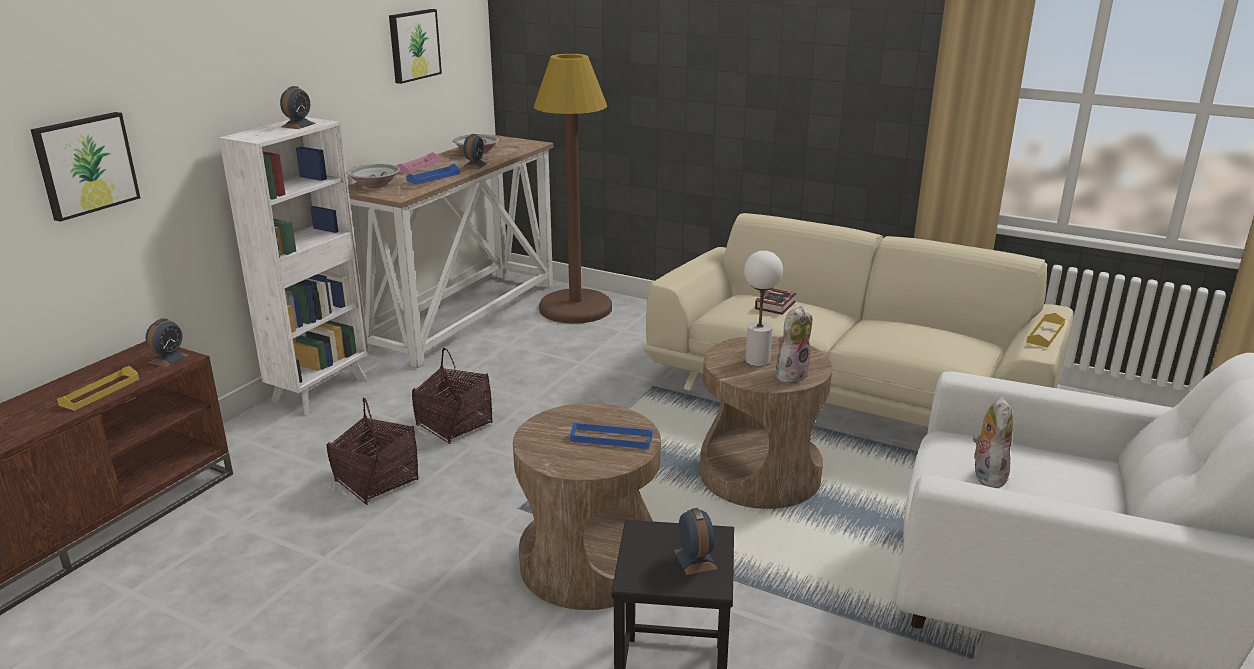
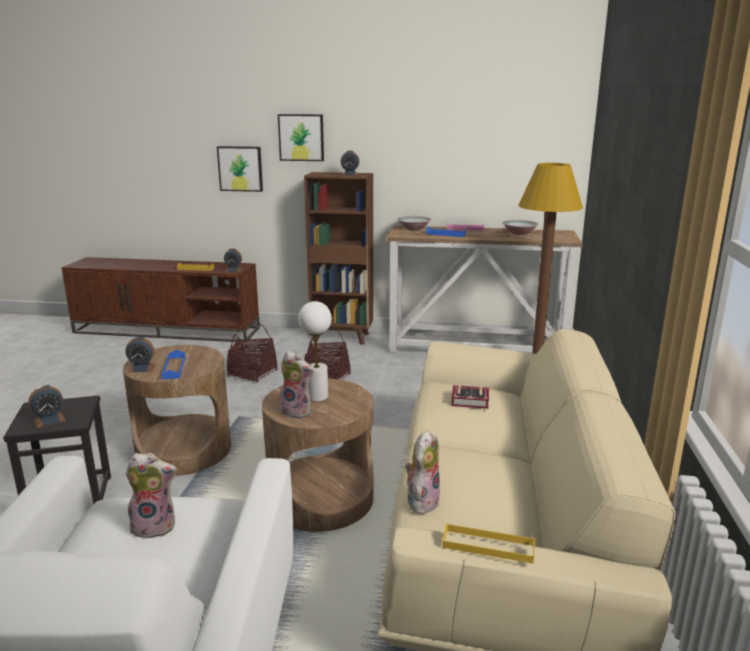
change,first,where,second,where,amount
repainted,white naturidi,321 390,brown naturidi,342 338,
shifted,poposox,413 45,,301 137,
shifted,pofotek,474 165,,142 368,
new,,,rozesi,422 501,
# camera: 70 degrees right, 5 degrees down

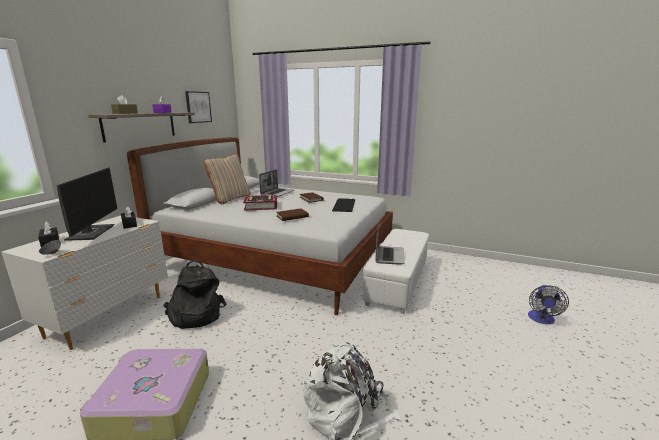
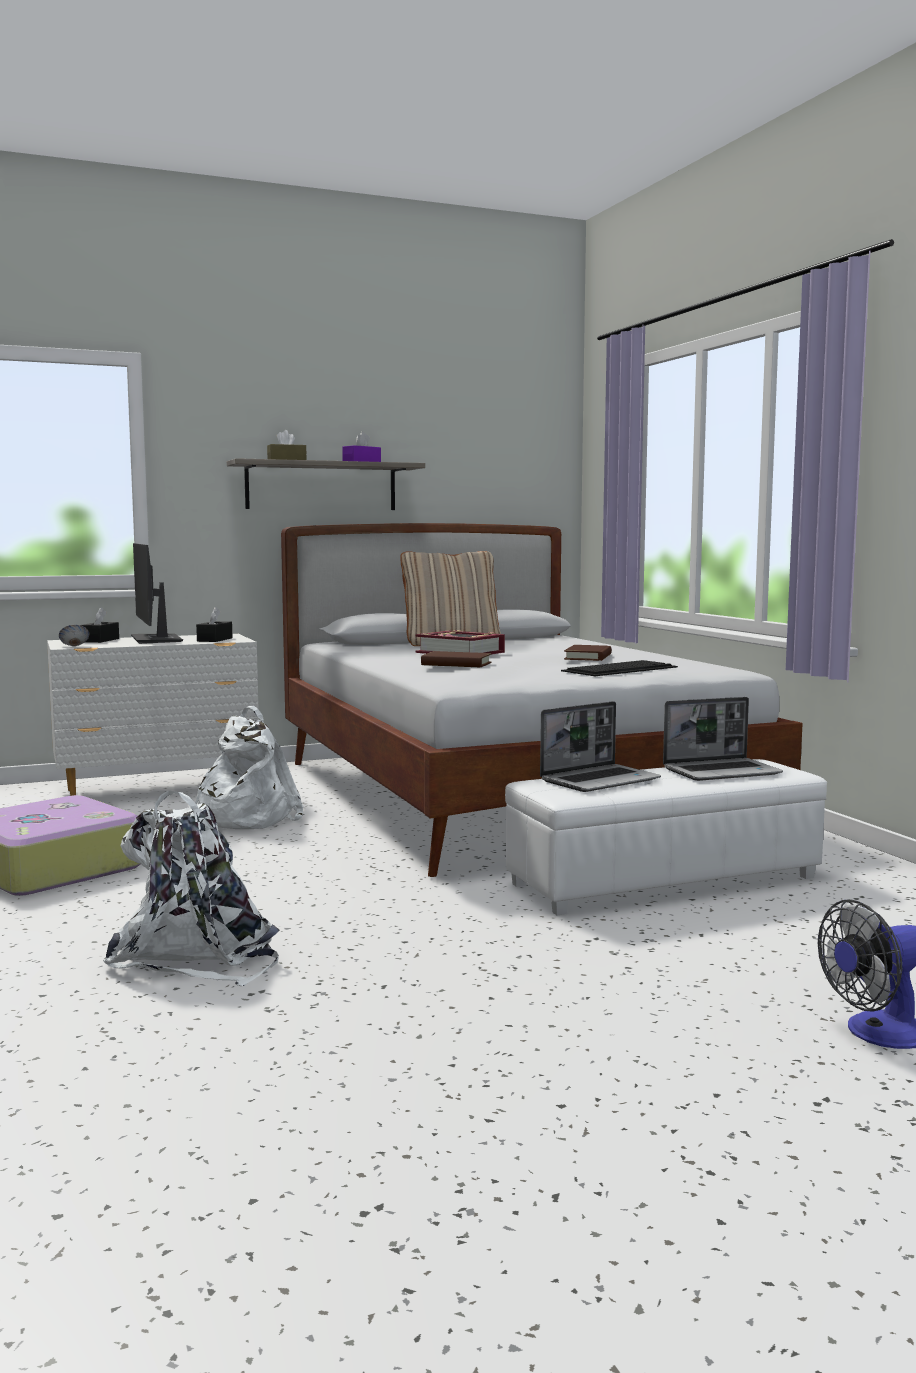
change,first,where,second,where,amount
rotated,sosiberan,91 232,,157 640,120 degrees clockwise
repainted,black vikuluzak,195 315,white vikuluzak,244 817,
gone,poposox,198 107,,,
shifted,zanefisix,277 193,,722 772,
# camera: 45 degrees right, 10 degrees down

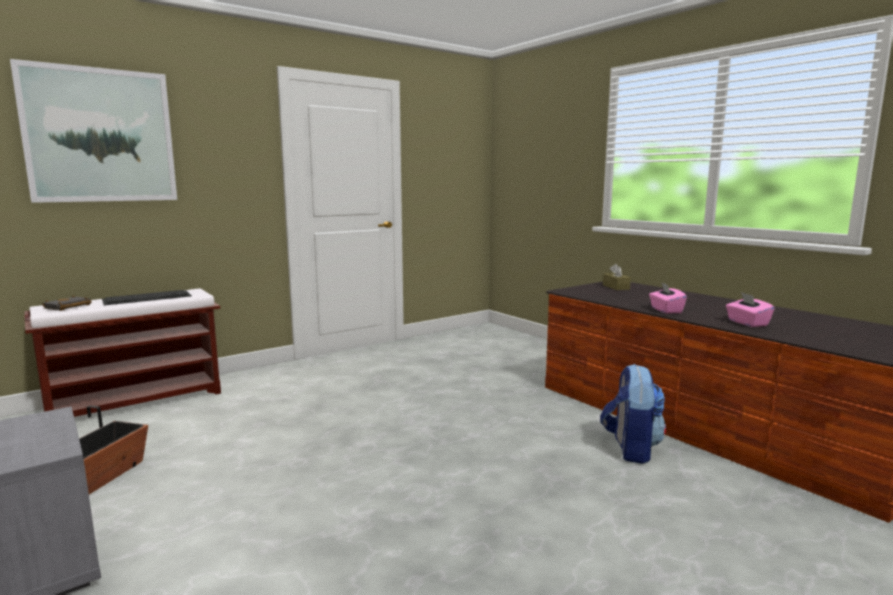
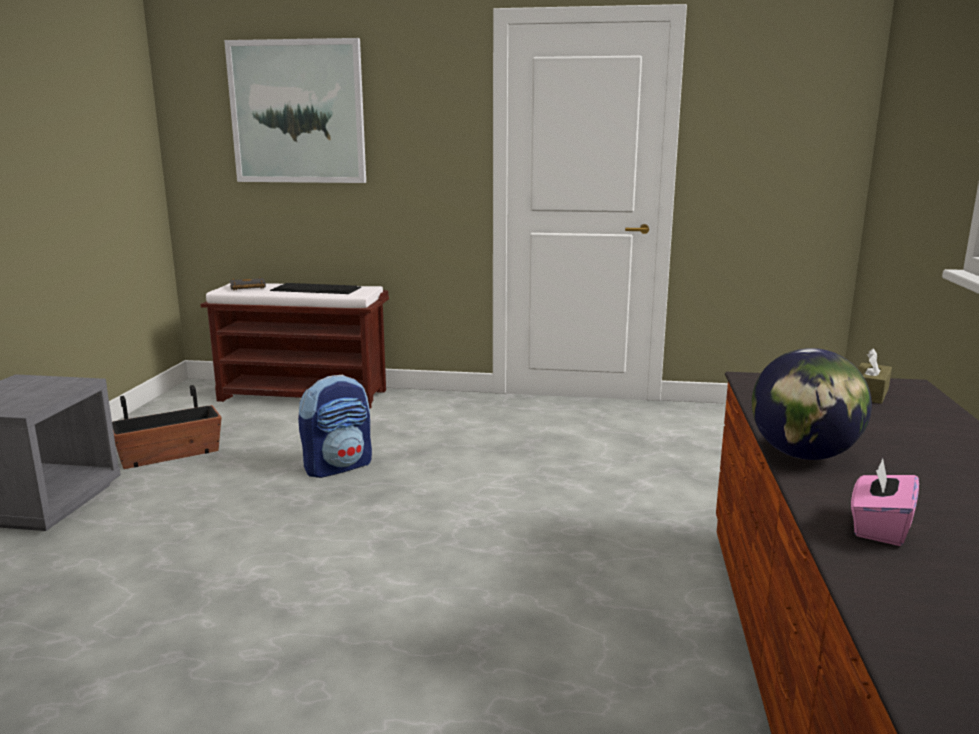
change,first,where,second,where,amount
shifted,vikuluzak,630 449,,338 466,
swapped,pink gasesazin,665 310,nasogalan,803 455,
# camera: 45 degrees right, 5 degrees up

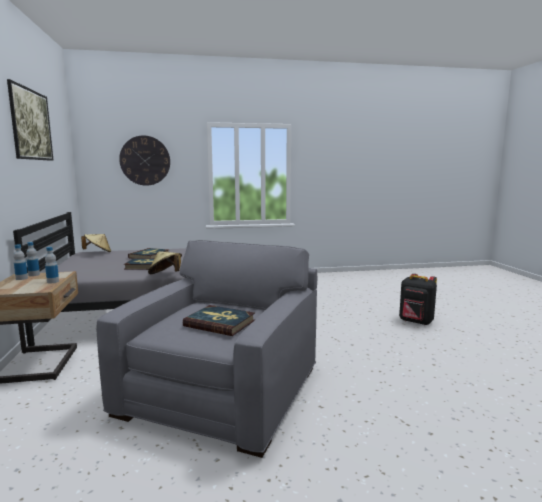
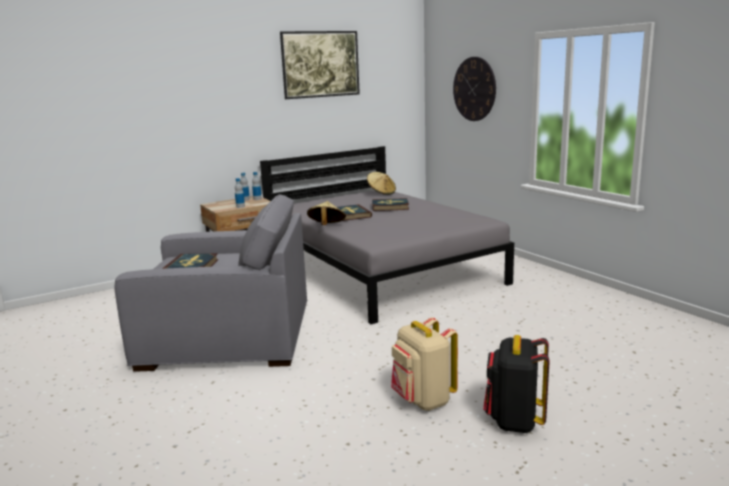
change,first,where,second,where,amount
new,,,beige vikuluzak,422 401,
# camera: 70 degrees right, 5 degrees up

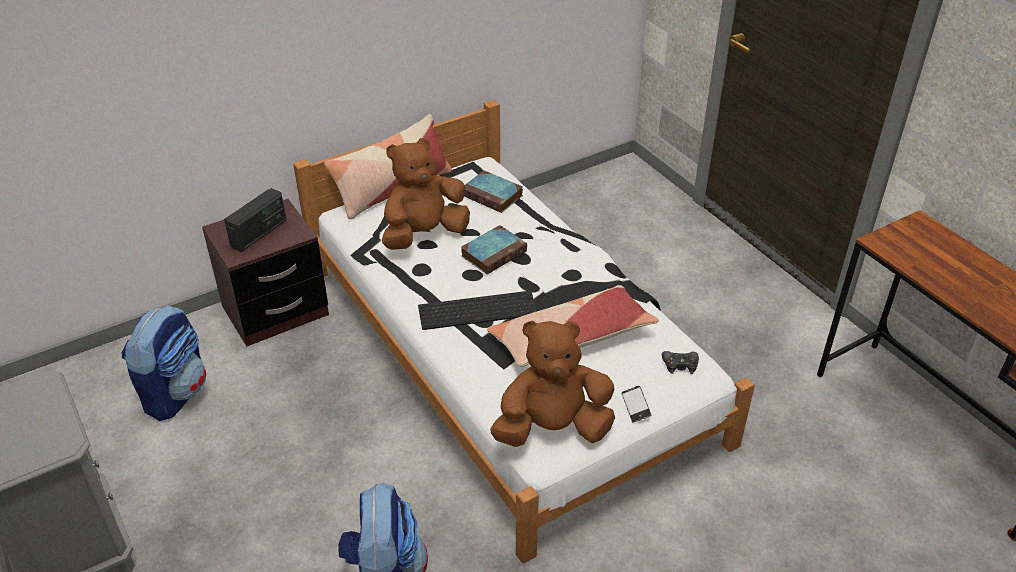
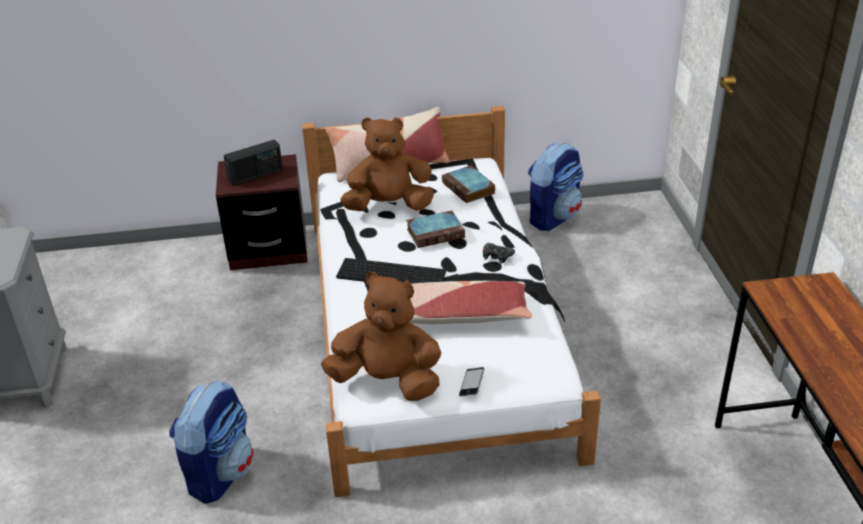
change,first,where,second,where,amount
shifted,vikuluzak,175 393,,553 217,
shifted,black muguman,680 365,,497 256,
# camera: 25 degrees right, 5 degrees down

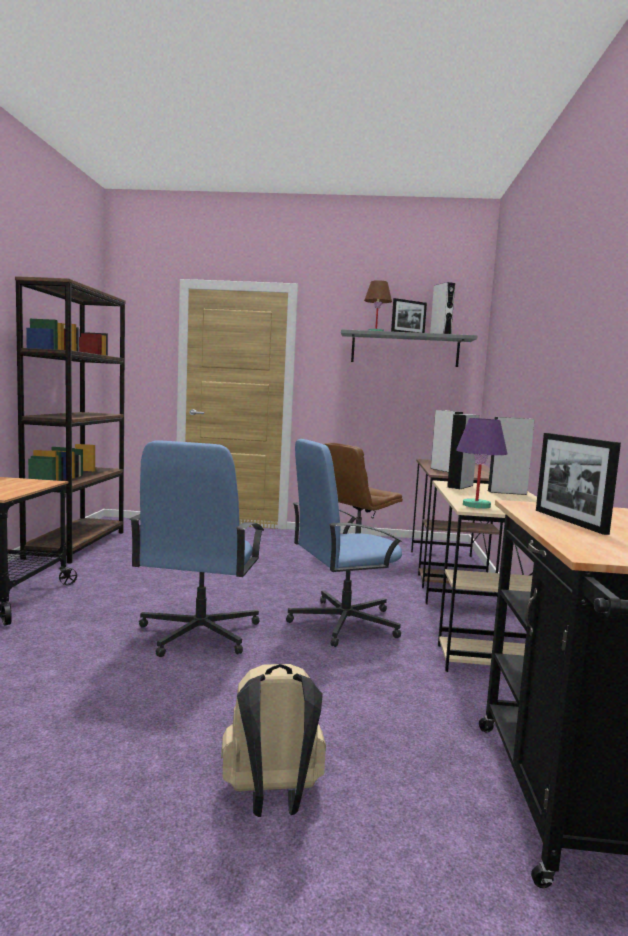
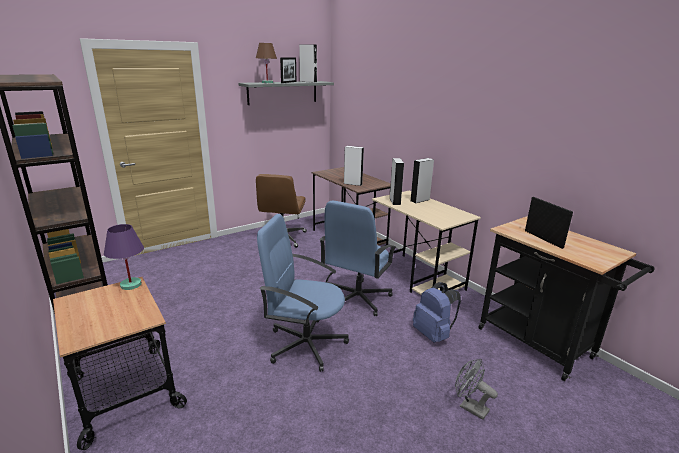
change,first,where,second,where,amount
rotated,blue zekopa,198 633,,305 344,135 degrees clockwise
swapped,beige vikuluzak,272 798,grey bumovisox,469 407,
shifted,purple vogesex,477 505,,131 284,
rotated,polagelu,569 521,,543 239,150 degrees counterclockwise
new,,,blue vikuluzak,433 334,
# camera: 40 degrees left, 15 degrees up

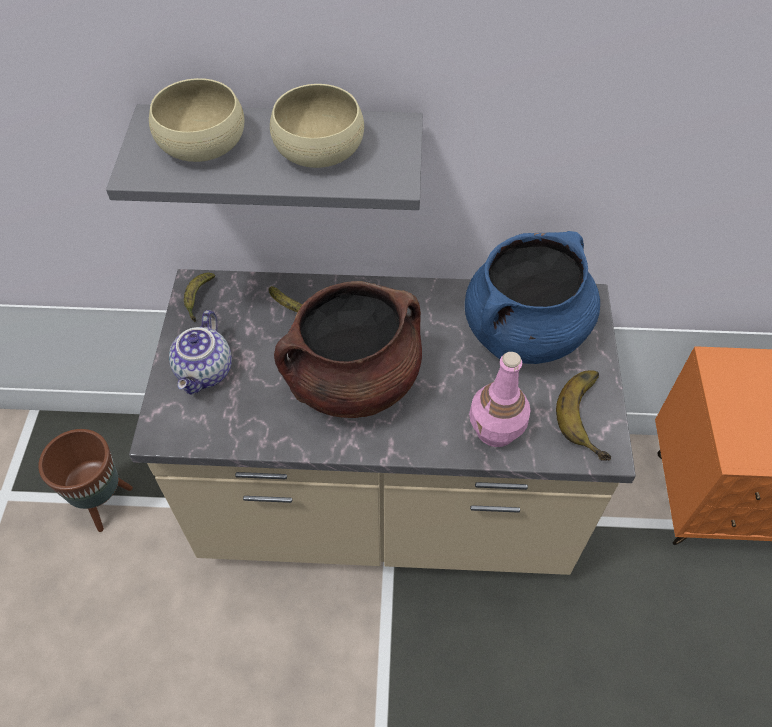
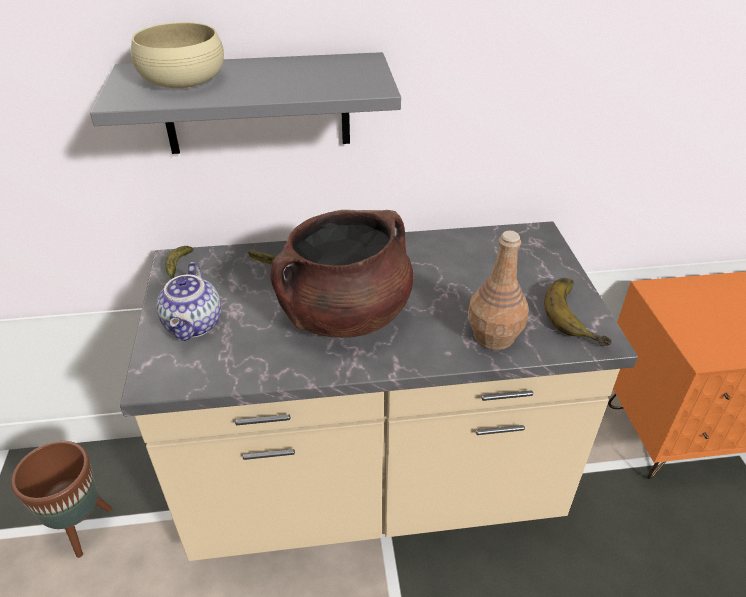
change,first,where,second,where,amount
gone,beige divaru,319 148,,,
gone,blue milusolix,524 331,,,
repainted,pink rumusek,496 430,brown rumusek,494 336,
# camera: 10 degrees left, 15 degrees down

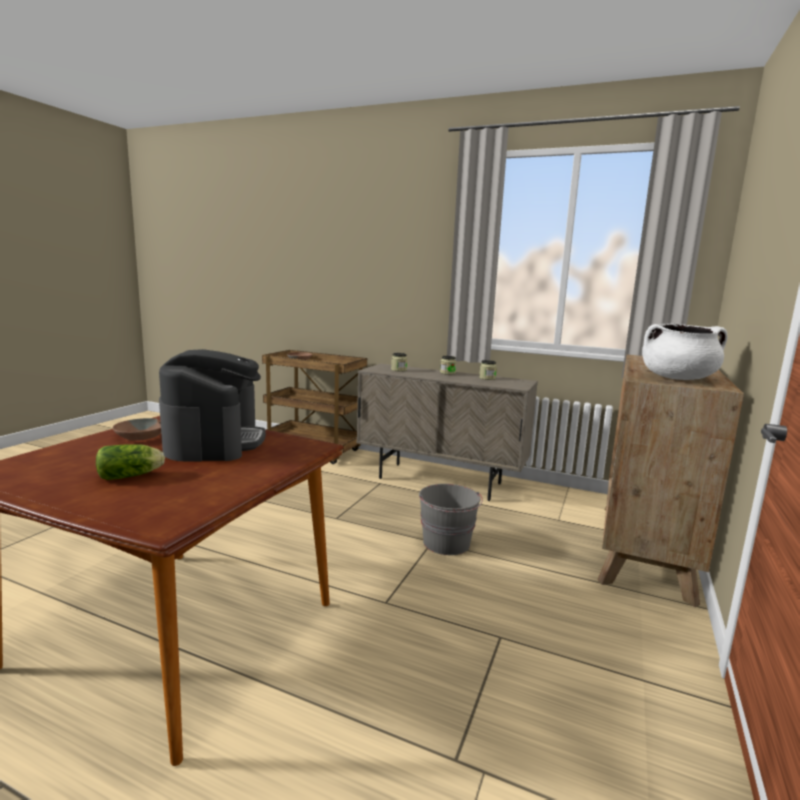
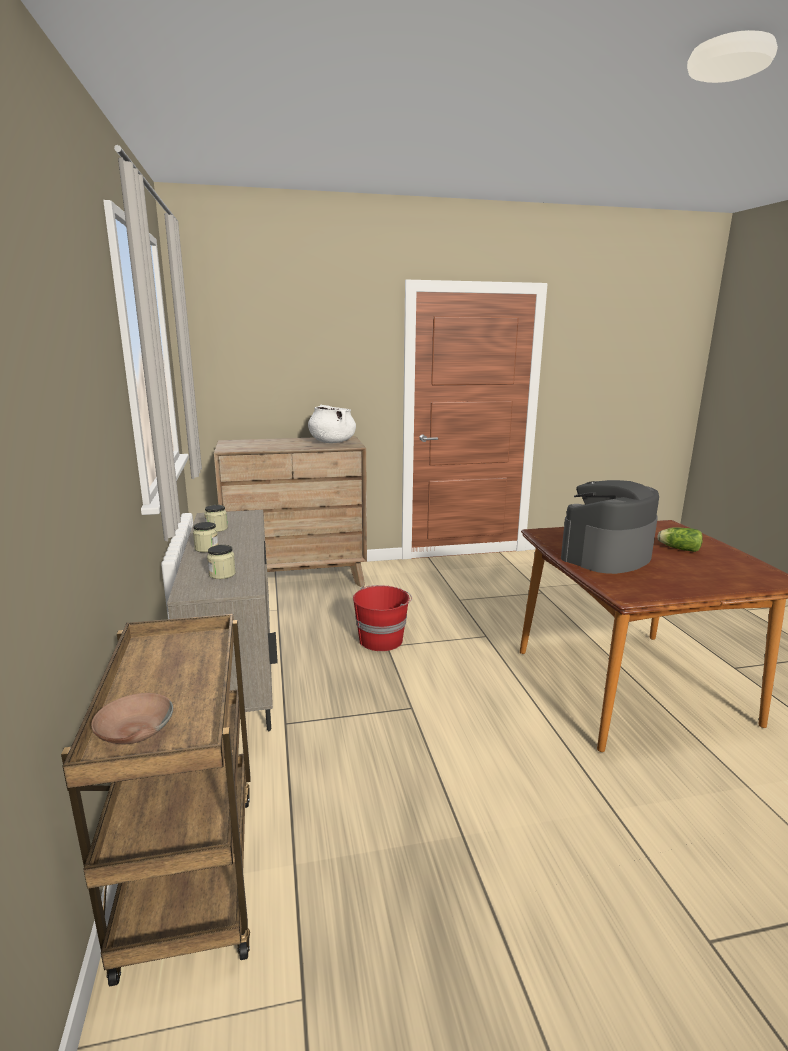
change,first,where,second,where,amount
gone,brown divaru,141 436,,,
repainted,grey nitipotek,447 543,red nitipotek,381 639,
# camera: 125 degrees left, 5 degrees up

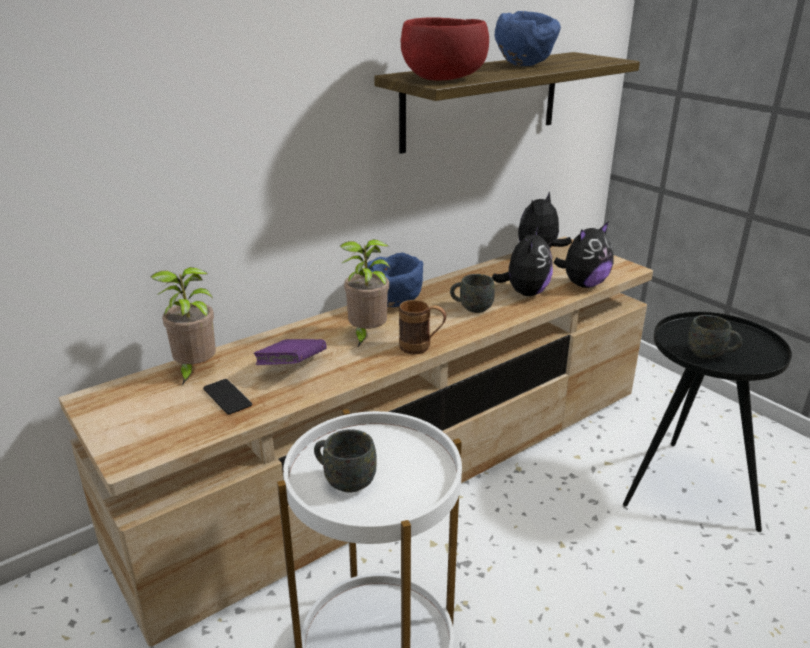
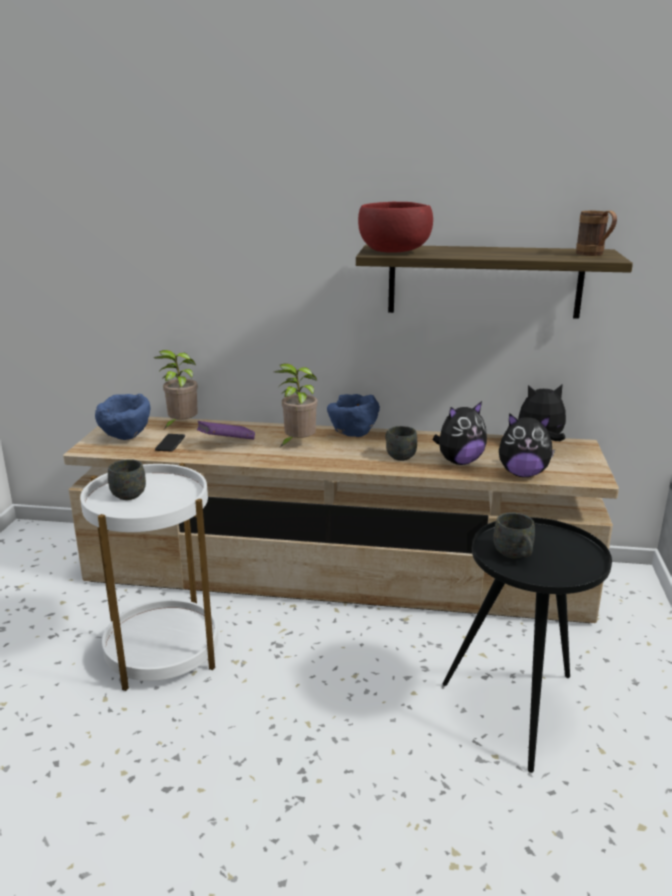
change,first,where,second,where,amount
shifted,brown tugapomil,421 348,,594 255,
shifted,blue divaru,525 65,,126 437,
# camera: 45 degrees right, 5 degrees down

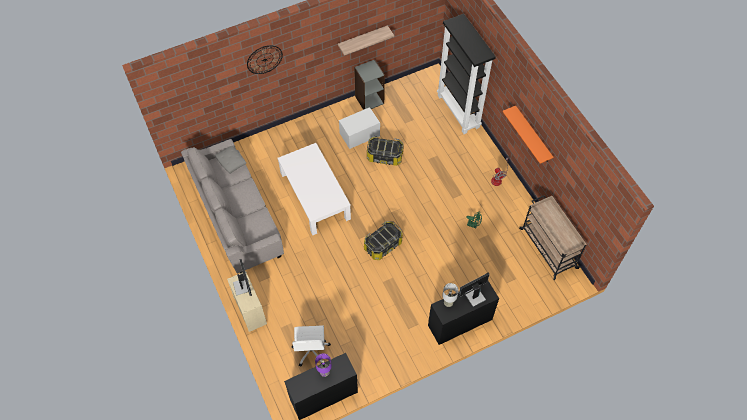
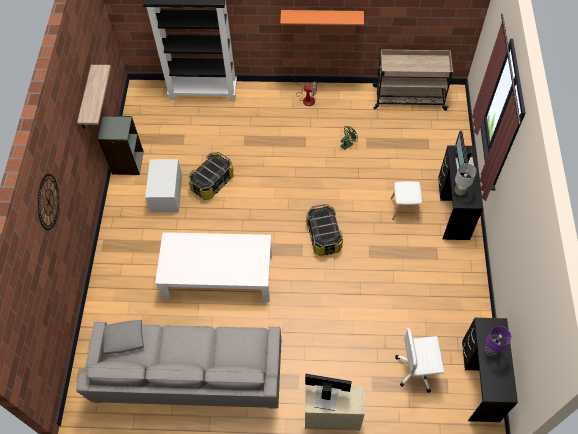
change,first,where,second,where,amount
rotated,white zekopa,311 350,,417 369,150 degrees clockwise
new,,,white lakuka,403 208,
# camera: 60 degrees left, 0 degrees up

